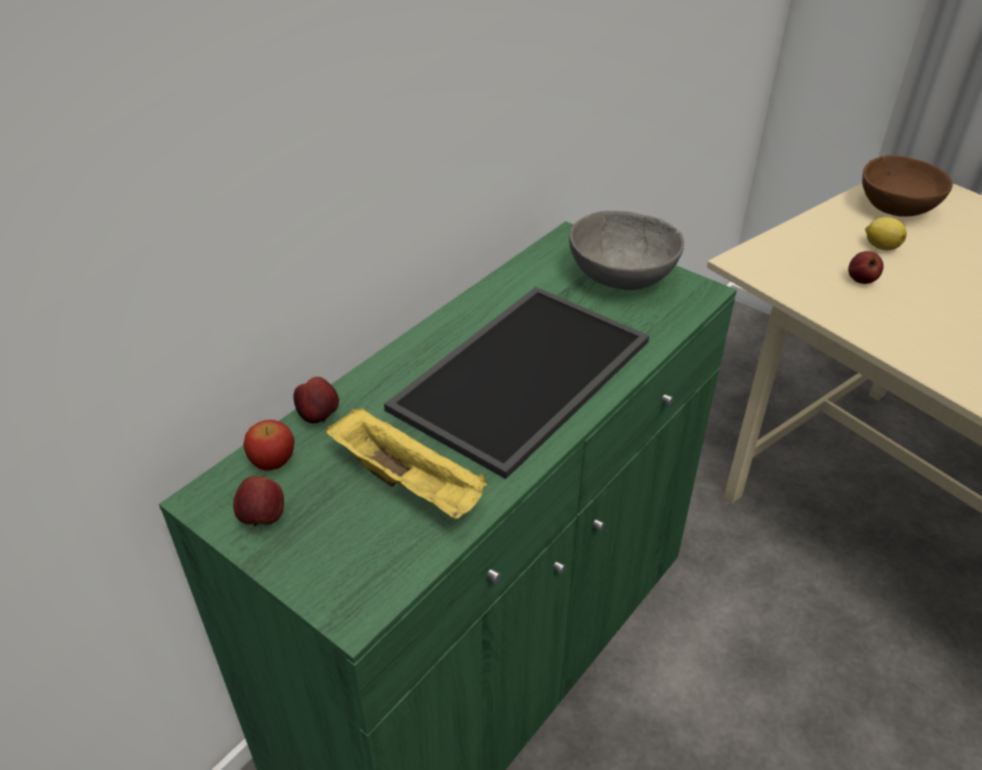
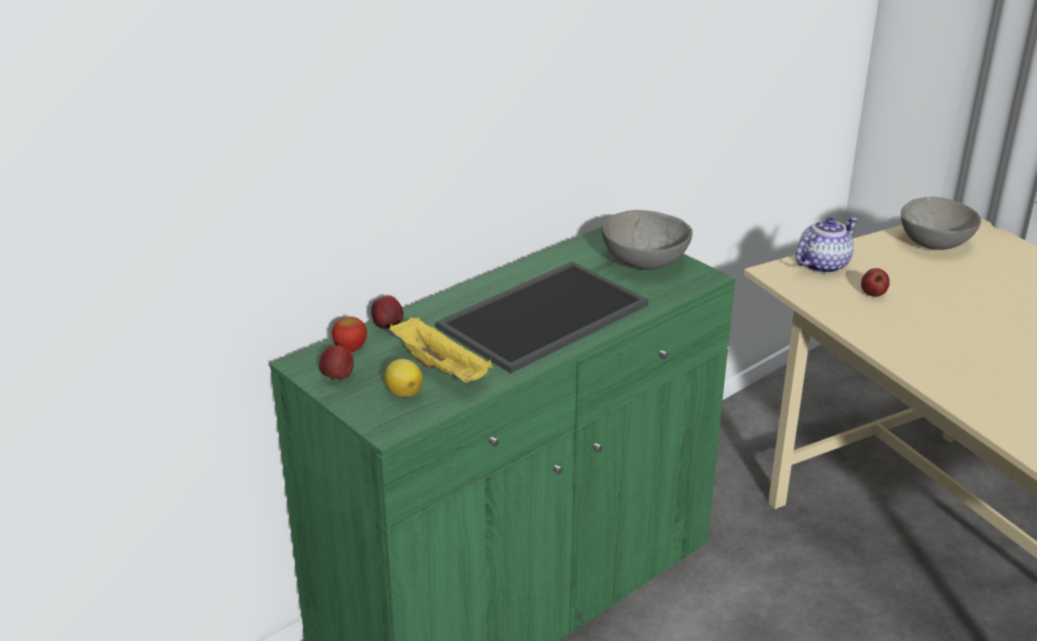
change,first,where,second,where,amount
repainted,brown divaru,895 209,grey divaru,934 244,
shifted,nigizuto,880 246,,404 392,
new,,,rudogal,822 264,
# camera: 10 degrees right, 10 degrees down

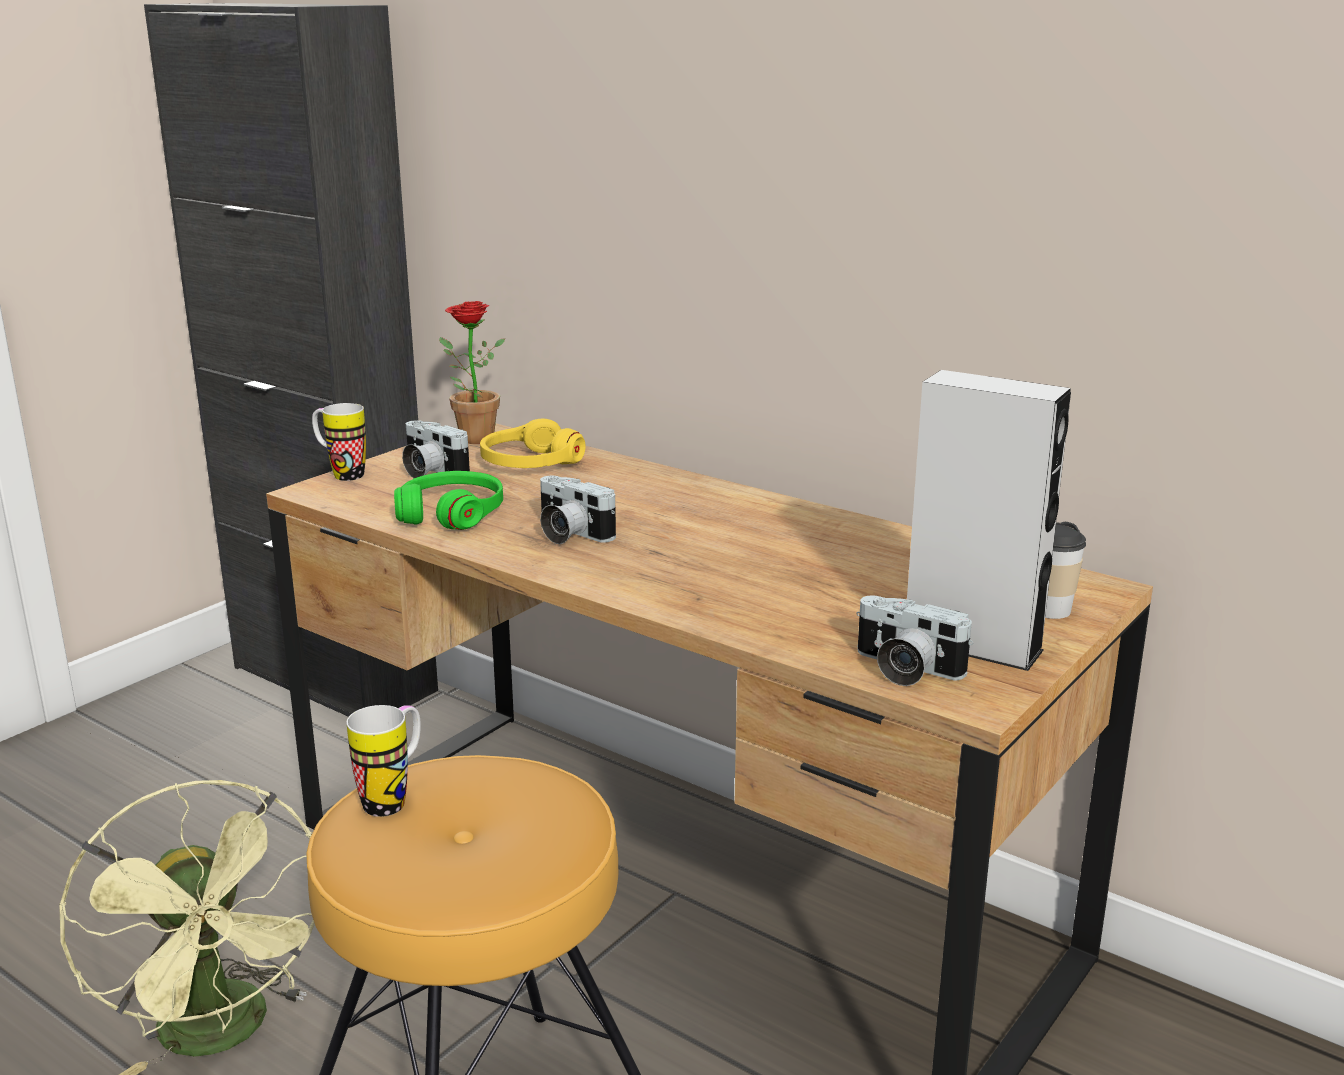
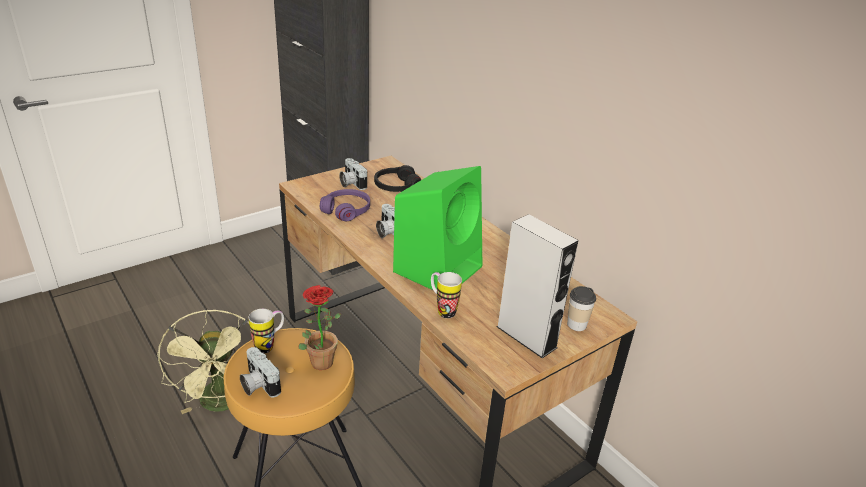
change,first,where,second,where,amount
shifted,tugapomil,341 474,,442 310,
repainted,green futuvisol,451 514,purple futuvisol,346 210,
shifted,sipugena,470 437,,319 360,
repainted,yellow futuvisol,530 463,black futuvisol,396 186,
shifted,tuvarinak,904 669,,258 384,
new,,,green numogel,438 268,
# camera: 15 degrees right, 10 degrees up

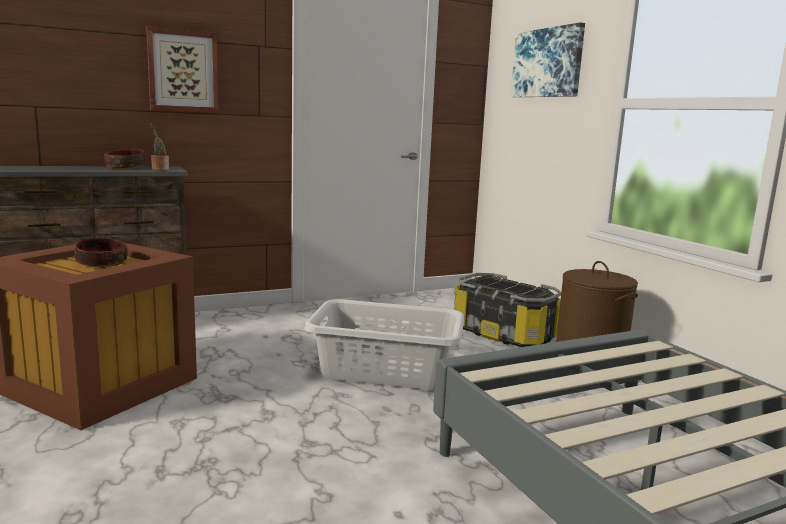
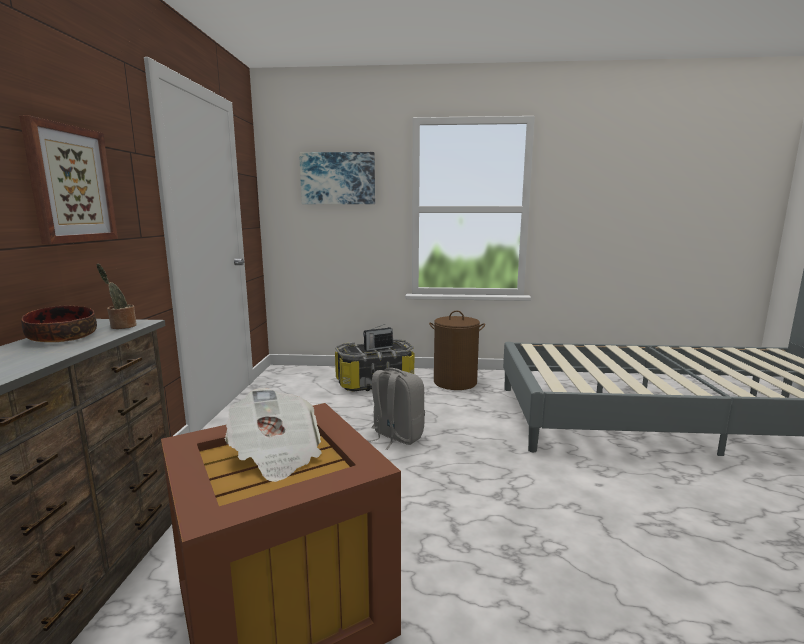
change,first,where,second,where,amount
swapped,divaru,101 263,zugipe,276 455,
swapped,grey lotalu,384 370,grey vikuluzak,396 436,
new,,,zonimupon,377 348,
# camera: 60 degrees left, 0 degrees up

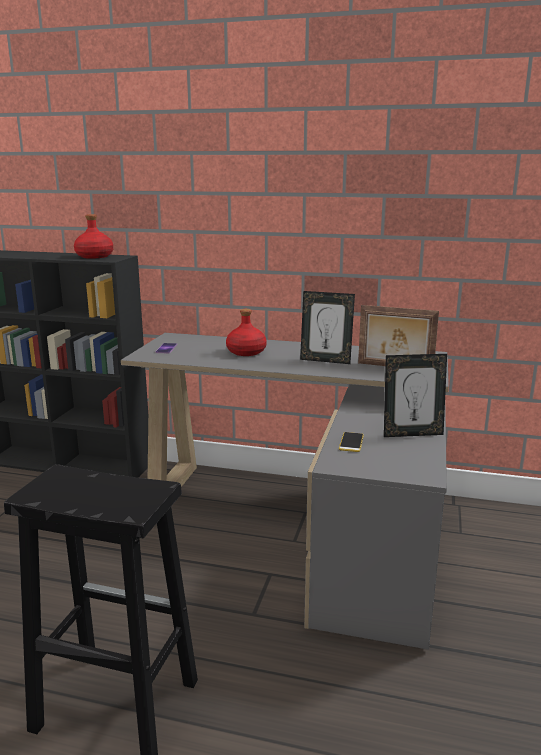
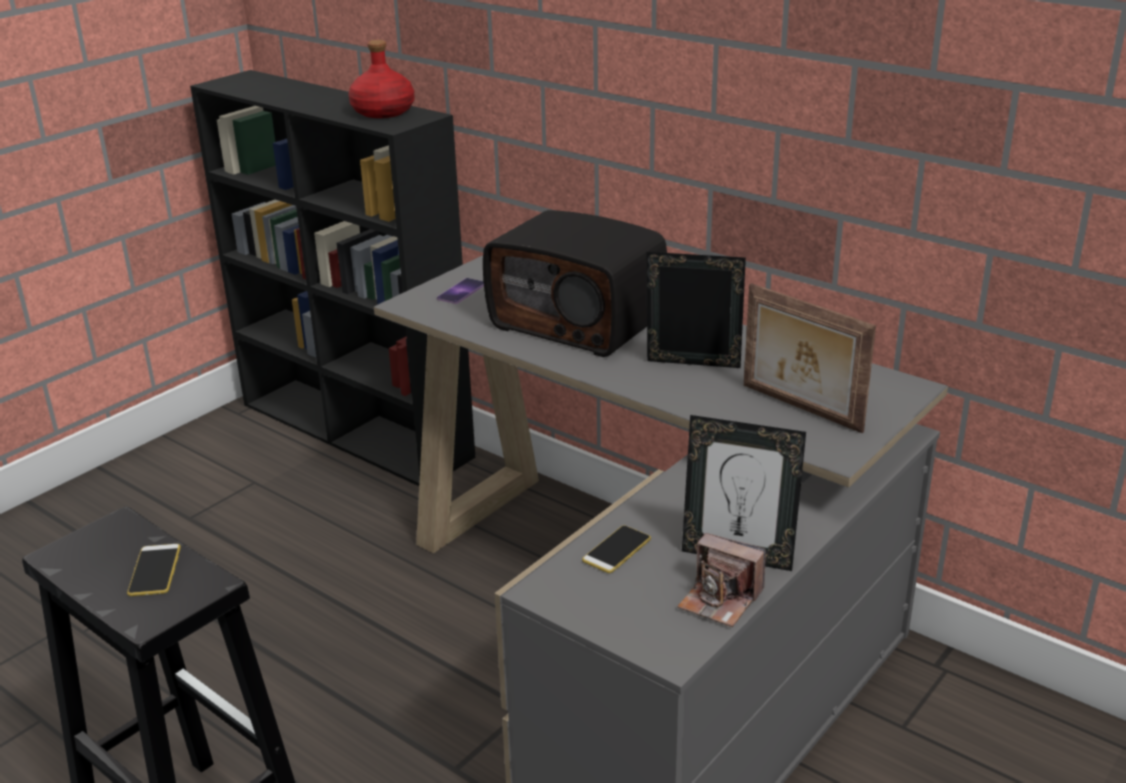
change,first,where,second,where,amount
swapped,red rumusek,246 352,zonimupon,579 322,
rotated,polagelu,325 360,,692 368,150 degrees clockwise
new,,,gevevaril,154 571,
new,,,tuvarinak,720 600,
# camera: 25 degrees right, 10 degrees up

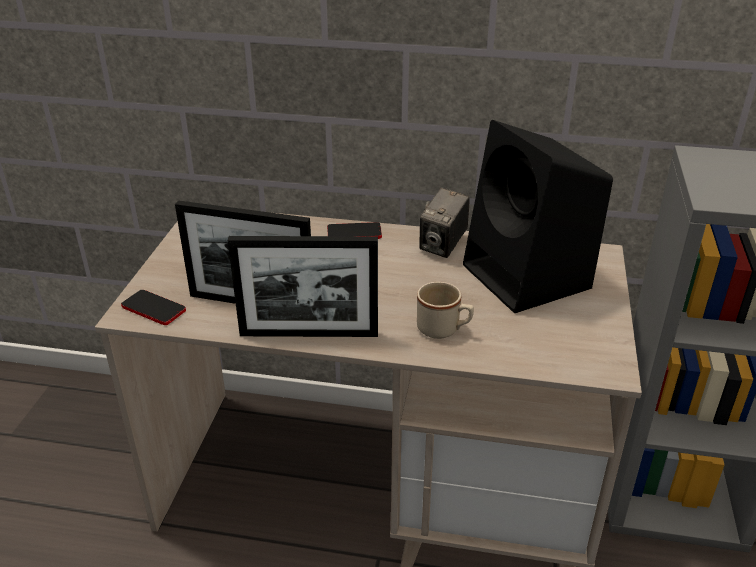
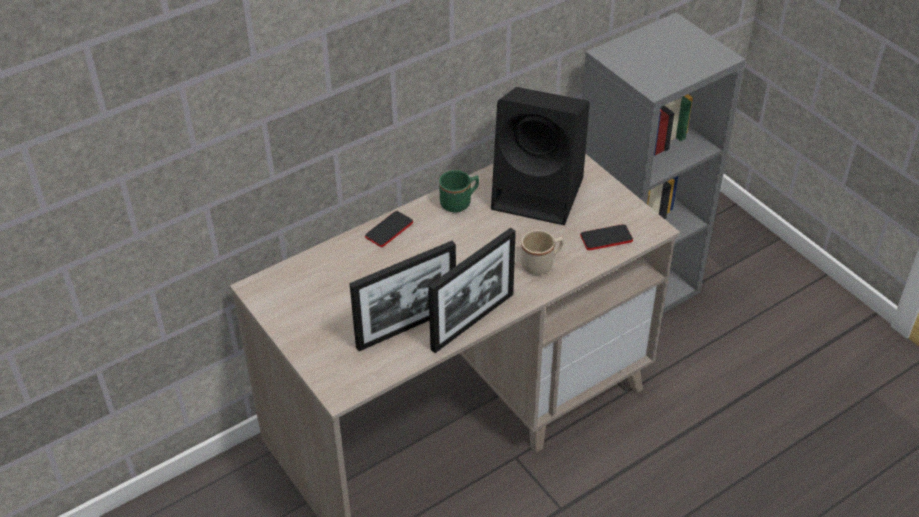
change,first,where,second,where,amount
shifted,gevevaril,153 308,,606 238,
swapped,tuvarinak,443 245,green tugapomil,460 202,
# camera: 45 degrees left, 10 degrees up

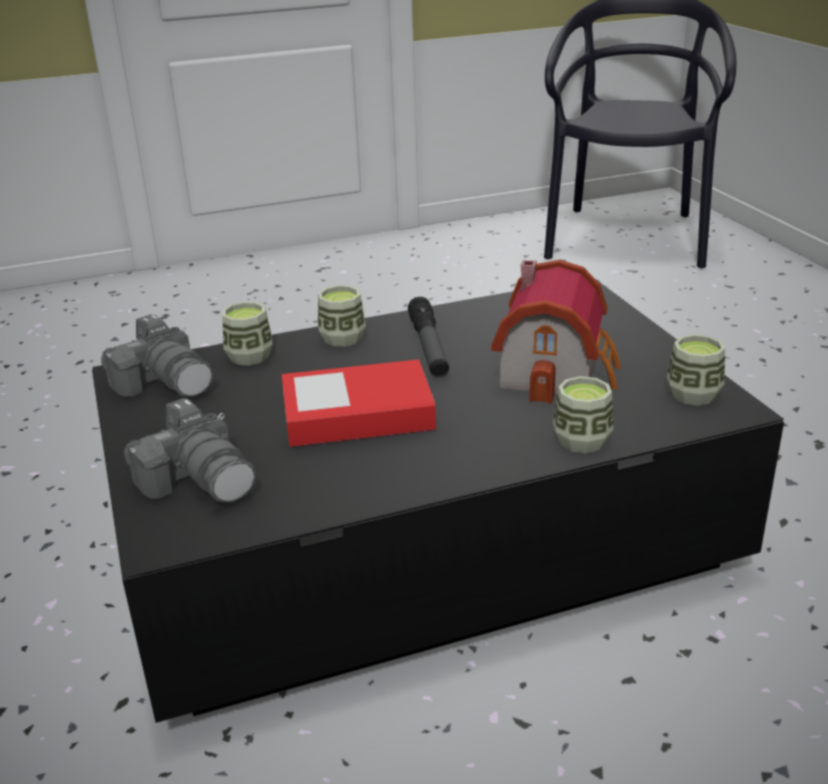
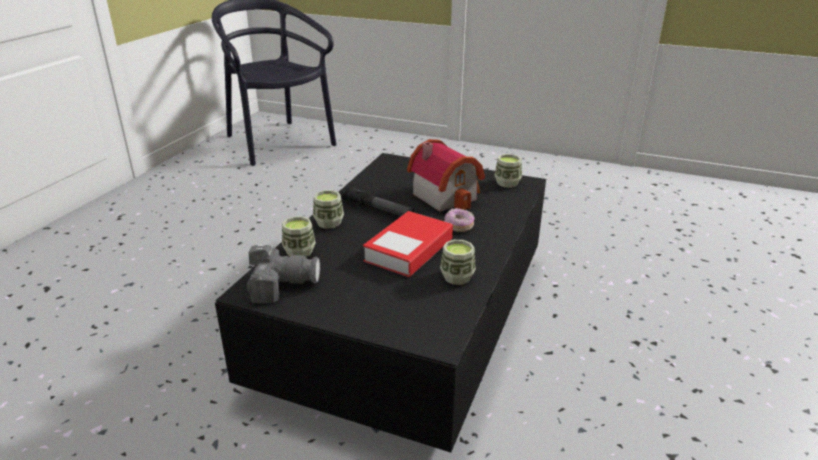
change,first,where,second,where,amount
gone,tuvarinak,199 479,,,
shifted,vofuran,581 441,,457 277,
new,,,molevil,458 226,
# camera: 50 degrees left, 0 degrees up

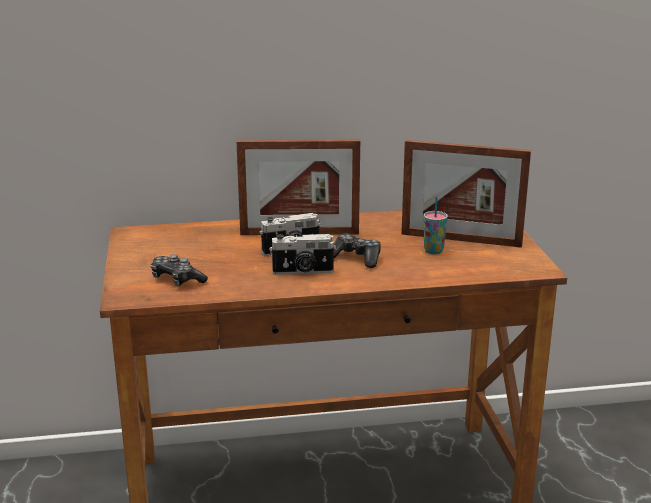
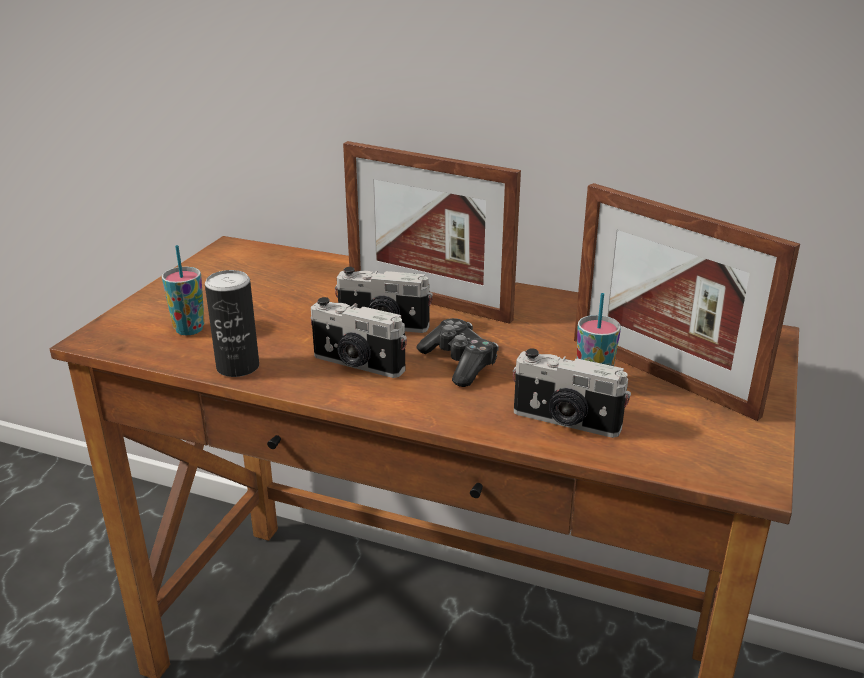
change,first,where,second,where,amount
swapped,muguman,177 280,vofuran,189 329,
new,,,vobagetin,238 367,
new,,,tuvarinak,566 422,
# camera: 30 degrees right, 5 degrees up

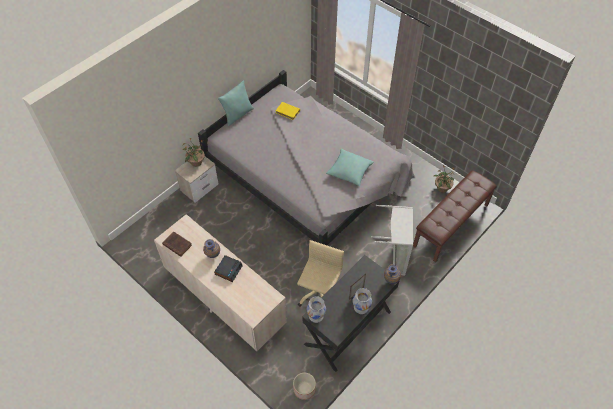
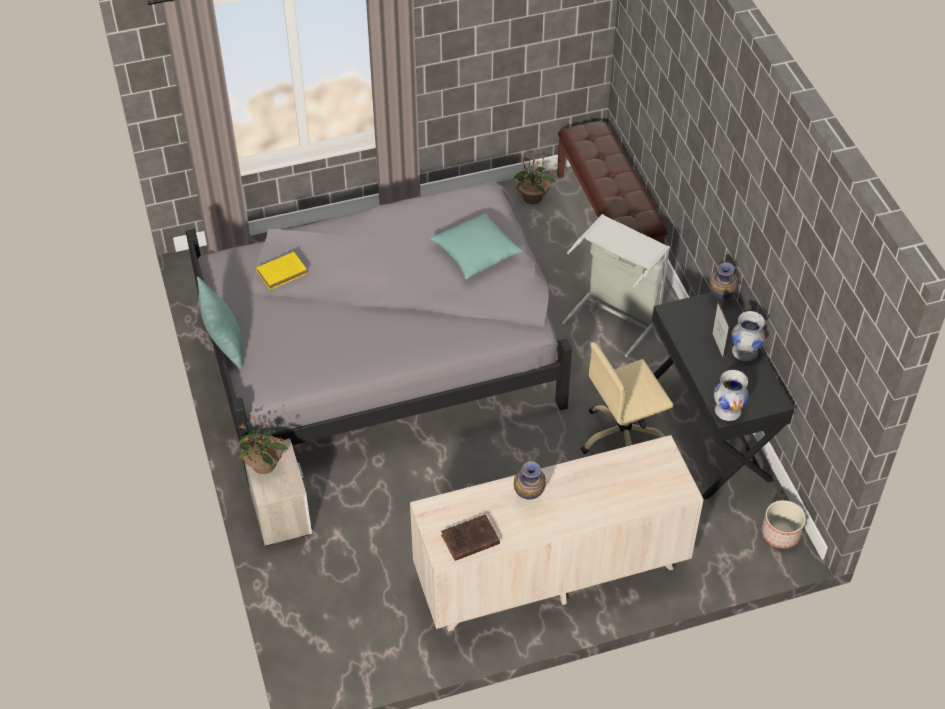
change,first,where,second,where,amount
gone,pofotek,228 270,,,
rotated,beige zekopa,319 293,,623 438,75 degrees counterclockwise
# camera: 60 degrees left, 5 degrees down

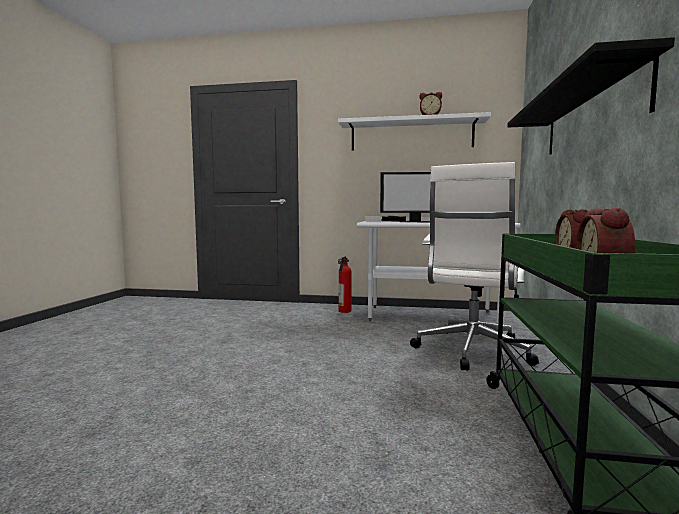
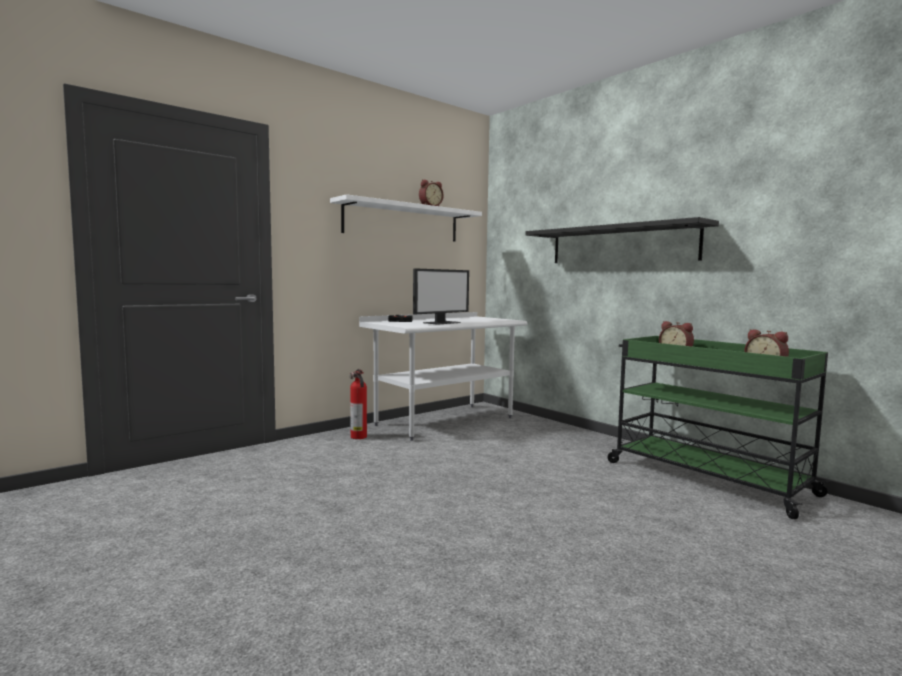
change,first,where,second,where,amount
gone,white zekopa,471 351,,,
# camera: 50 degrees left, 0 degrees up

